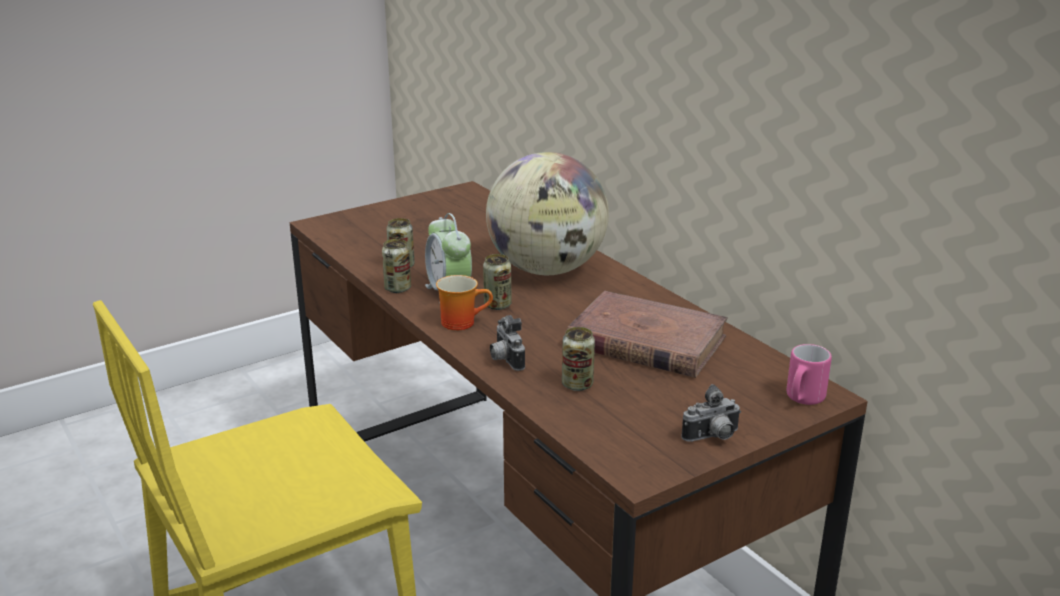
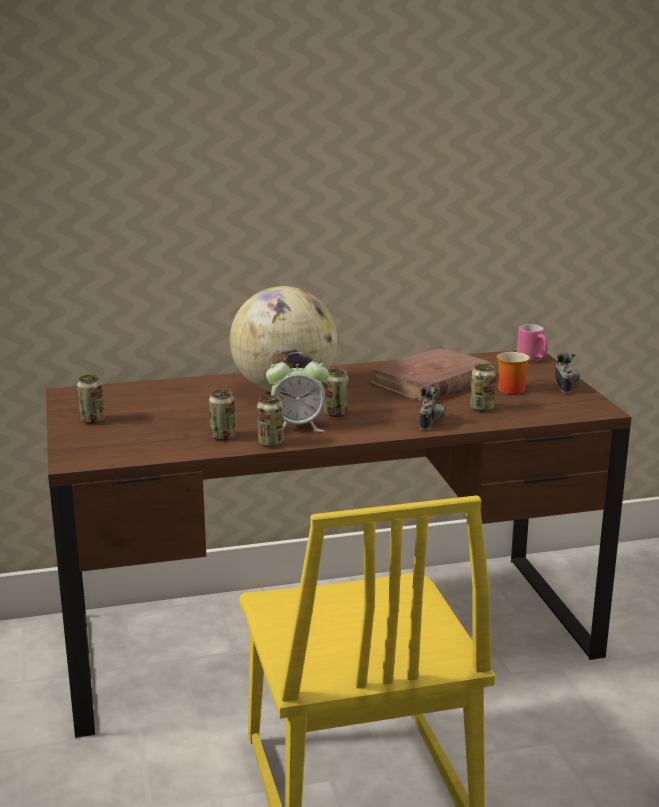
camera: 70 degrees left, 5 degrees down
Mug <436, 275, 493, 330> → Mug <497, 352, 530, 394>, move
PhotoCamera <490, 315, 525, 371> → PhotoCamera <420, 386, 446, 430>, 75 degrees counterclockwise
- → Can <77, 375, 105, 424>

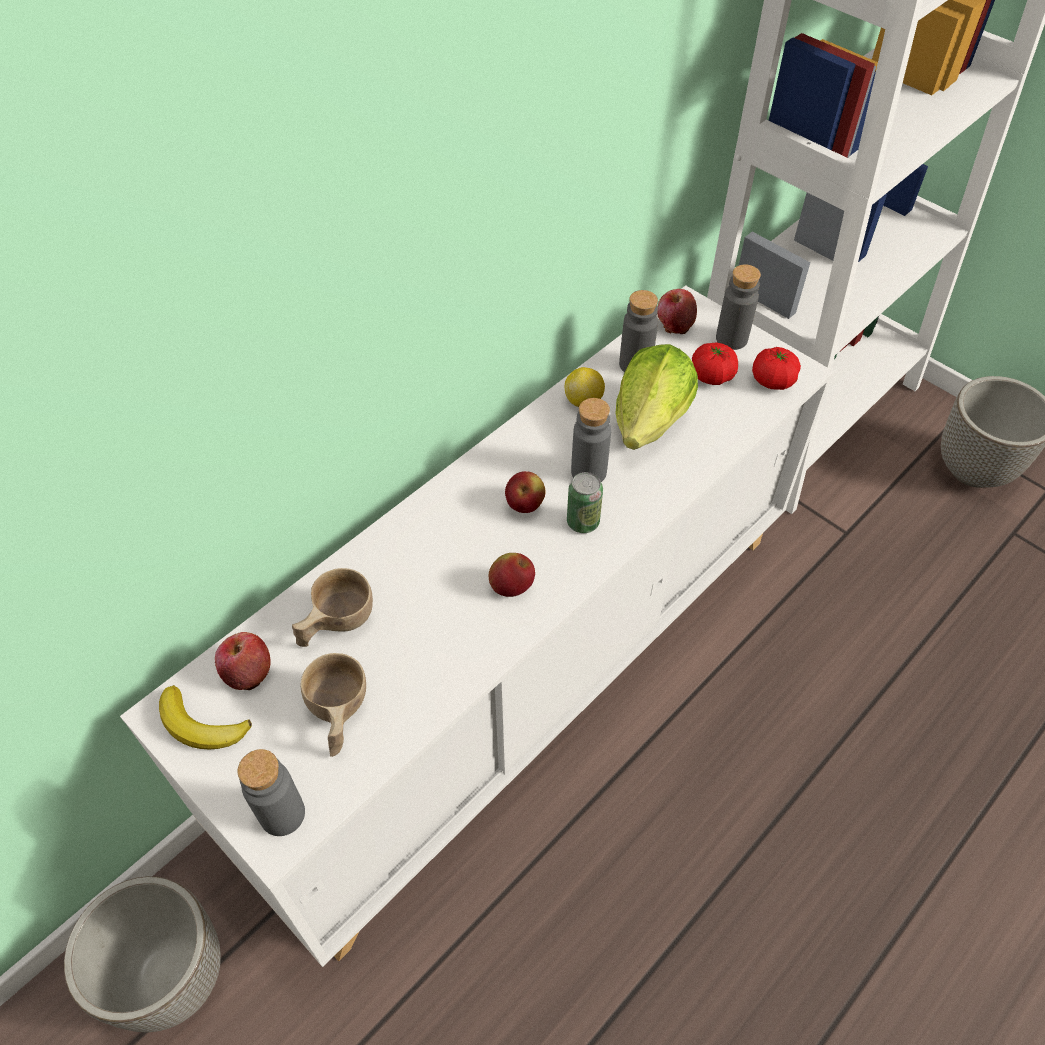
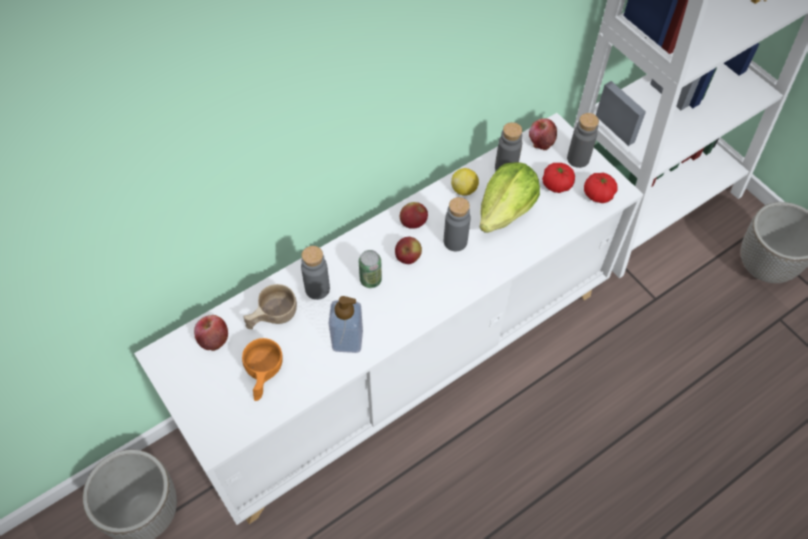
camera: 10 degrees right, 5 degrees up
Can <567, 472, 603, 533> → Can <358, 250, 382, 288>, move
Apple <489, 553, 535, 597> → Apple <400, 202, 428, 229>, move
BeigeCup <300, 653, 366, 757> → OrangeCup <242, 338, 283, 401>
Banana <159, 685, 252, 749> → -
GreyBottle <238, 749, 305, 836> → GreyBottle <301, 246, 330, 300>, move
- → SoapDispenser <329, 296, 363, 353>

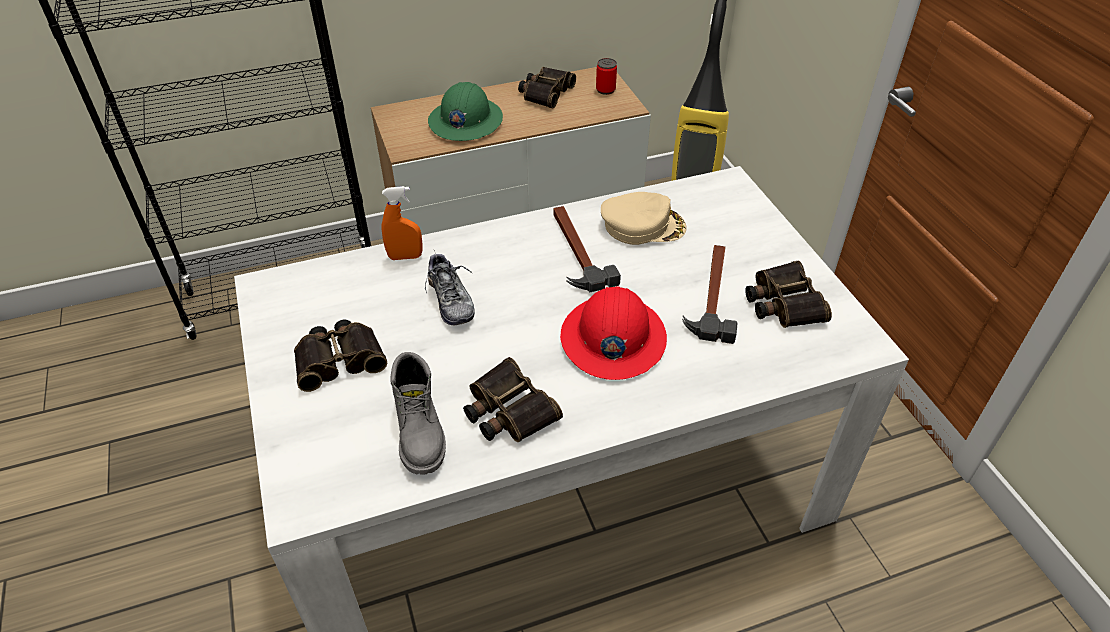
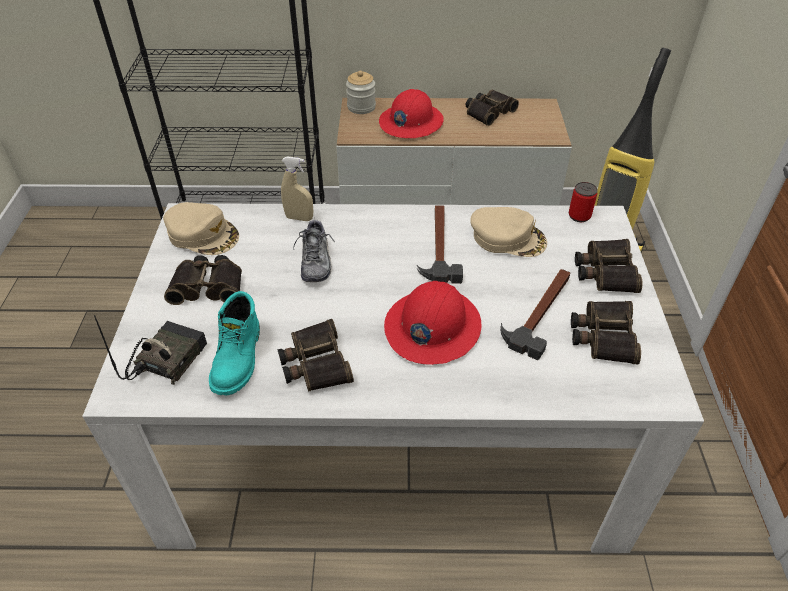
camera: 20 degrees right, 0 degrees up
Can <596, 58, 617, 95> → Can <569, 182, 598, 222>, move
GreenHardHat <428, 82, 503, 141> → RedHardHat <379, 89, 444, 138>
OrangeSprayBottle <382, 186, 423, 260> → BeigeSprayBottle <281, 156, 313, 221>
GreyBoot <390, 352, 446, 475> → TurquoiseBoot <209, 291, 260, 396>
- → Jar <346, 71, 376, 114>
- → BeigeCap <163, 202, 239, 255>
- → Binoculars <575, 239, 642, 293>
- → Radio <94, 315, 207, 385>

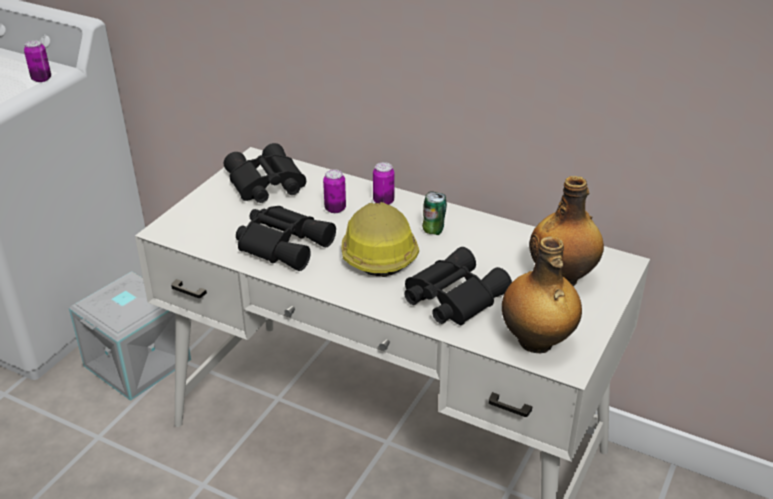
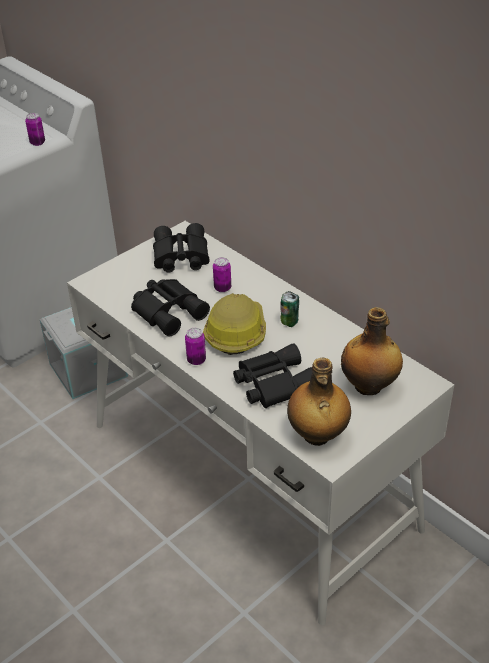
camera: 20 degrees right, 5 degrees up
Can <373, 162, 395, 205> → Can <185, 328, 206, 365>, move

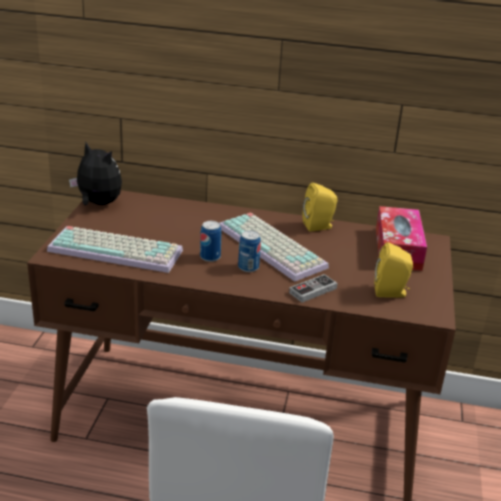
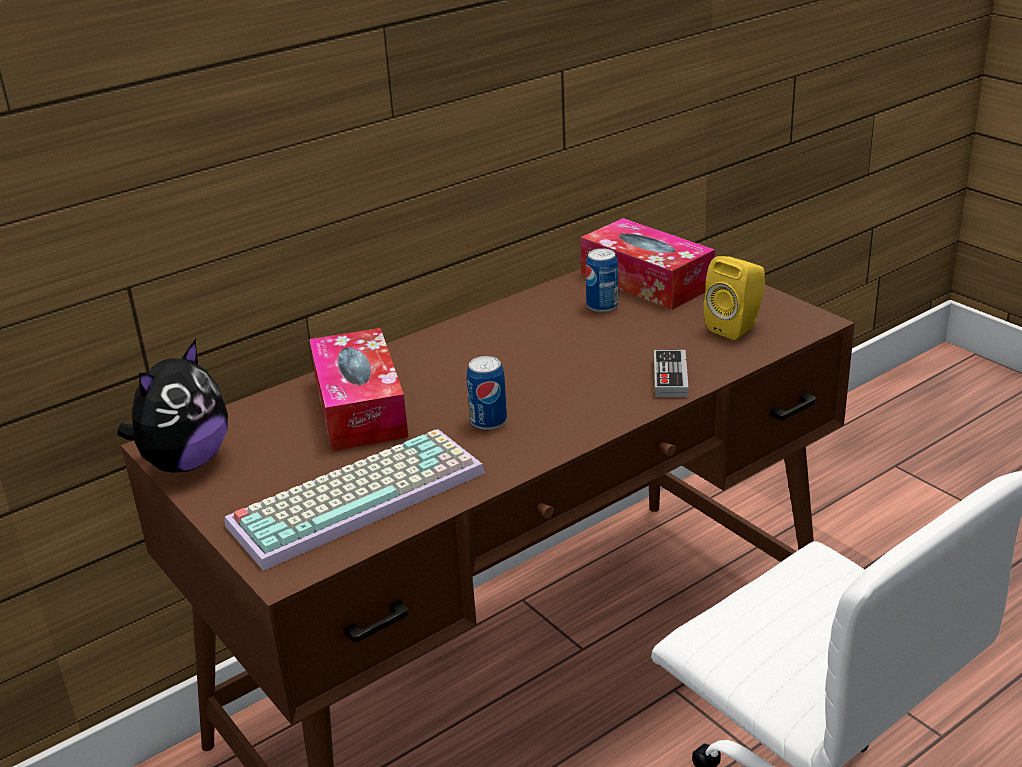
camera: 45 degrees left, 0 degrees up
PlushToy <69, 142, 122, 205> → PlushToy <117, 339, 228, 472>, 135 degrees clockwise
YellowSpeaker <303, 183, 338, 232> → -
Keyboard <219, 213, 329, 282> → -
Can <238, 230, 261, 272> → Can <586, 248, 618, 312>, move
- → TissueBox <309, 328, 409, 451>

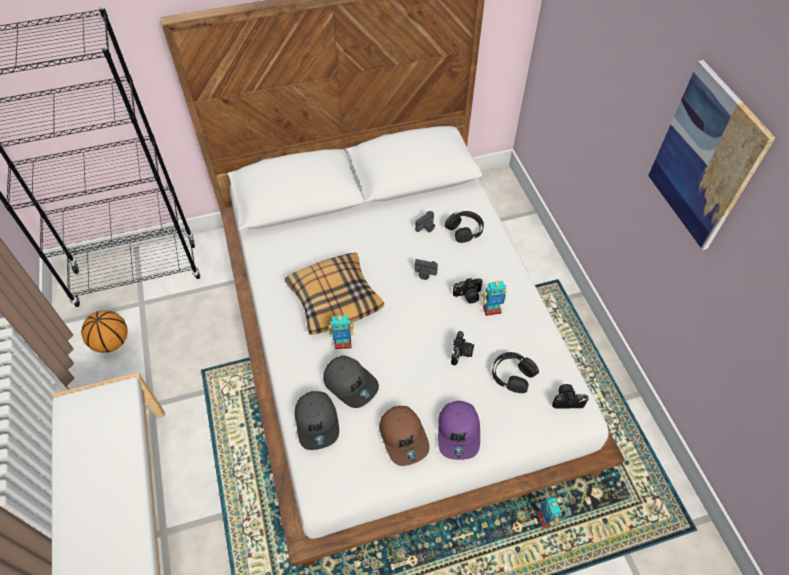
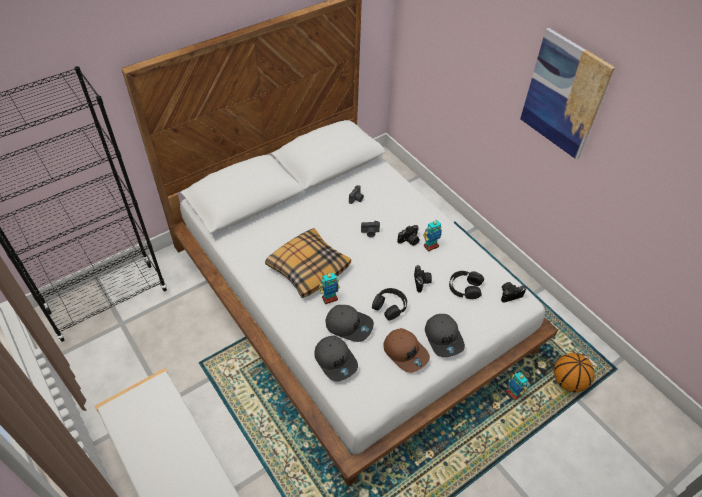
camera: 20 degrees left, 5 degrees down
BlackHeadphones <444, 211, 484, 243> → BlackHeadphones <372, 288, 407, 320>, move
Basketball <81, 310, 128, 353> → Basketball <554, 353, 595, 392>, move
PurpleCap <438, 401, 480, 460> → GreyCap <425, 314, 465, 357>

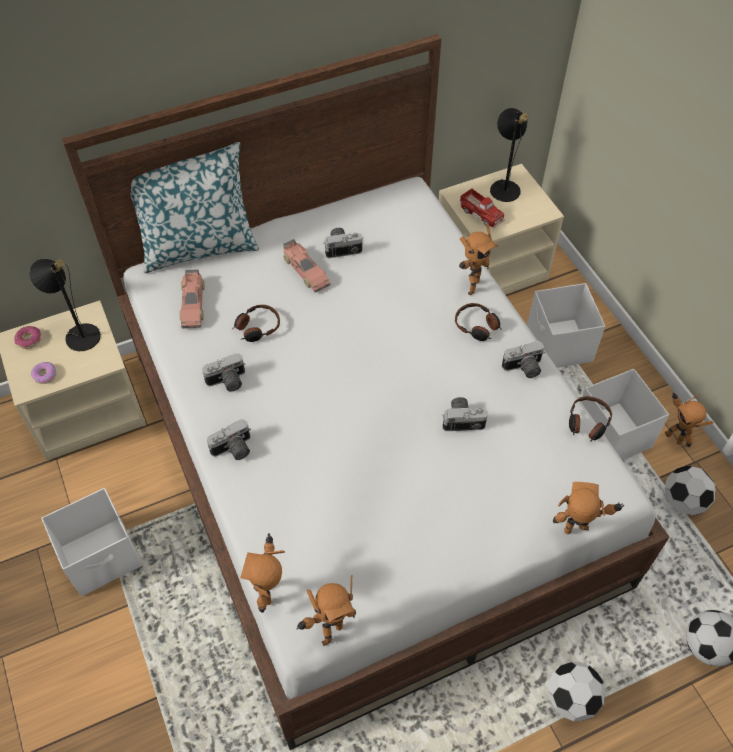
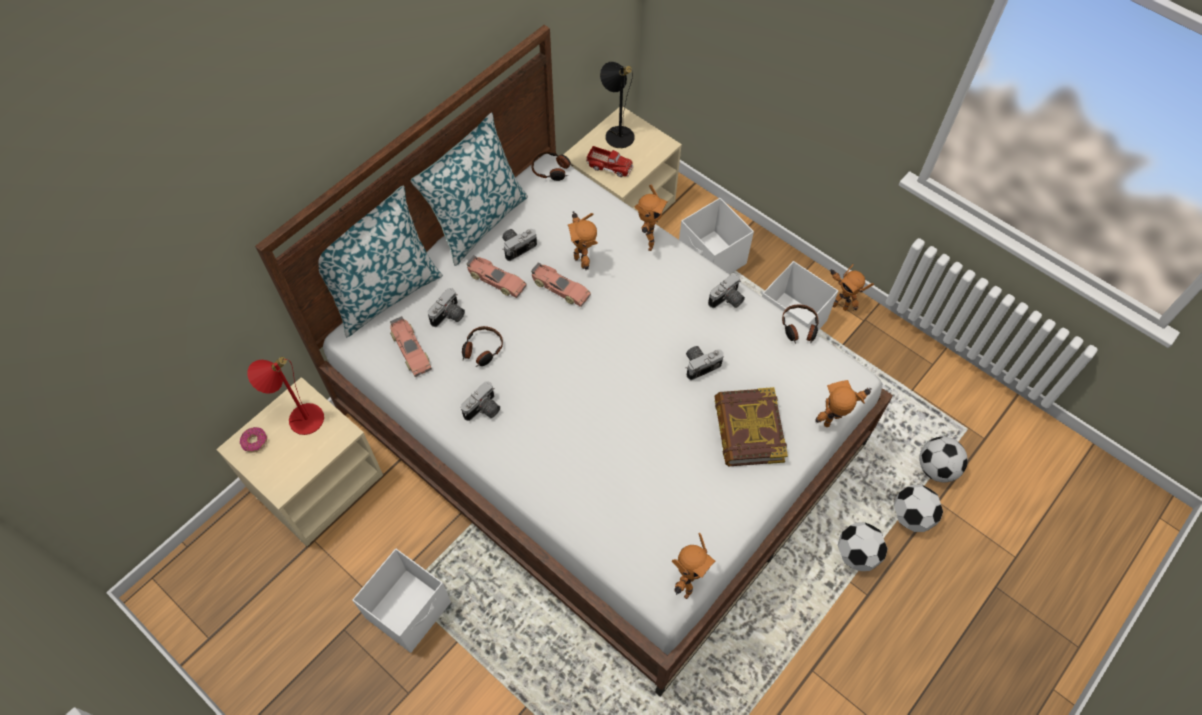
camera: 25 degrees left, 5 degrees up
BlackTableLamp <29, 259, 101, 351> → RedTableLamp <247, 357, 324, 435>
Headphones <455, 303, 502, 341> → Headphones <531, 151, 573, 181>, move
Donut <31, 362, 57, 384> → -
PhotoCamera <207, 419, 251, 460> → PhotoCamera <428, 288, 465, 327>, move
Football <665, 466, 715, 515> → Football <894, 485, 943, 532>, move
ToyRobot <240, 533, 285, 613> → ToyRobot <568, 211, 598, 270>, move
- → Pillow <411, 113, 528, 266>
- → ToyCar <531, 262, 591, 307>
- → Book <715, 387, 788, 467>

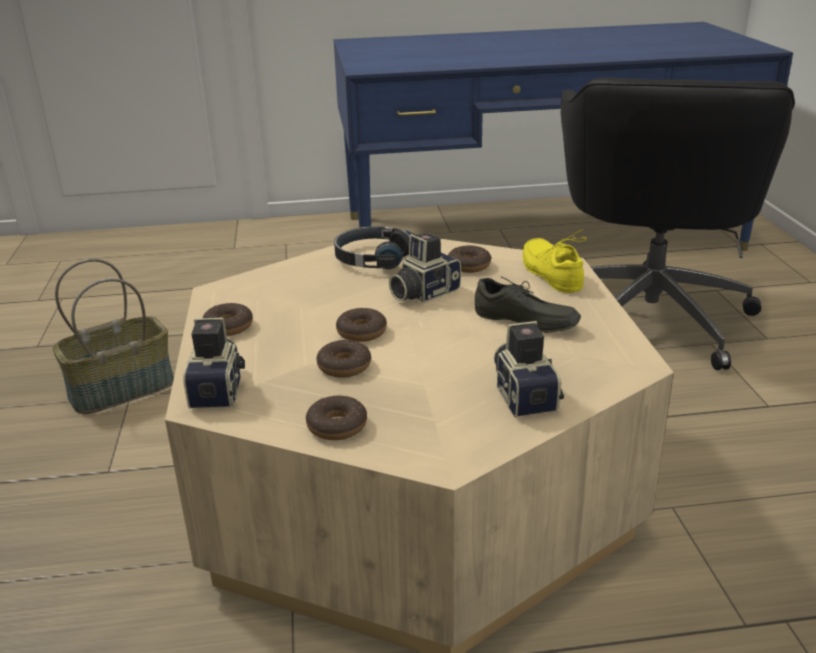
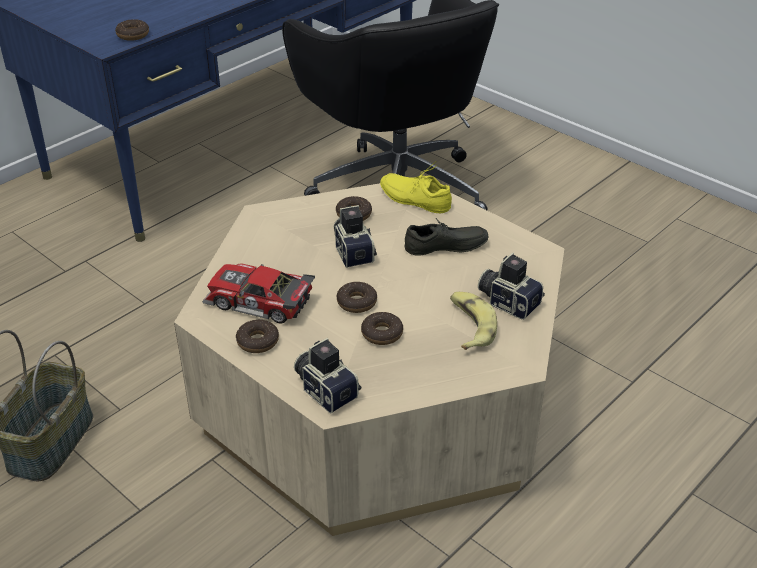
camera: 40 degrees left, 10 degrees up
BlackHeadphones <334, 226, 416, 269> → -
PhotoCamera <389, 233, 461, 303> → PhotoCamera <334, 205, 377, 268>, 150 degrees clockwise
Donut <306, 396, 367, 440> → Donut <115, 19, 149, 41>, move
- → ToyCar <202, 263, 315, 324>
- → Banana <450, 292, 497, 350>

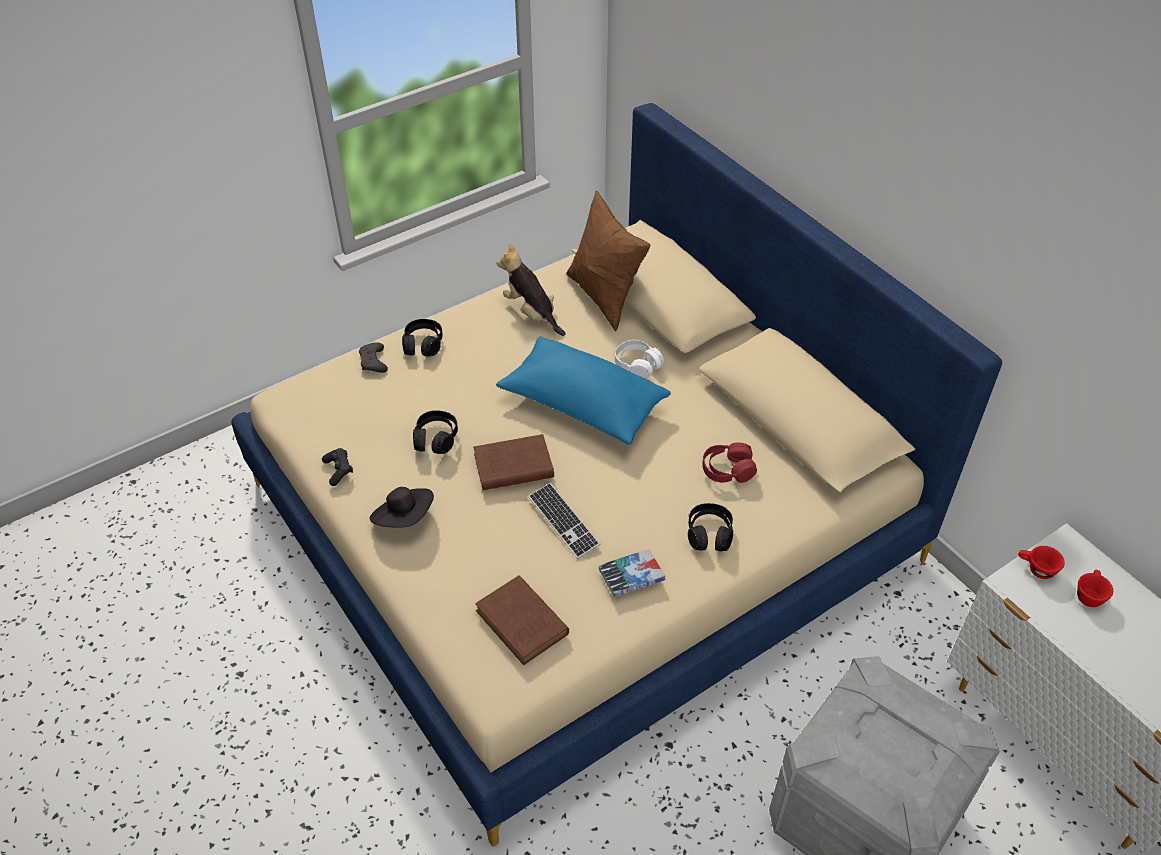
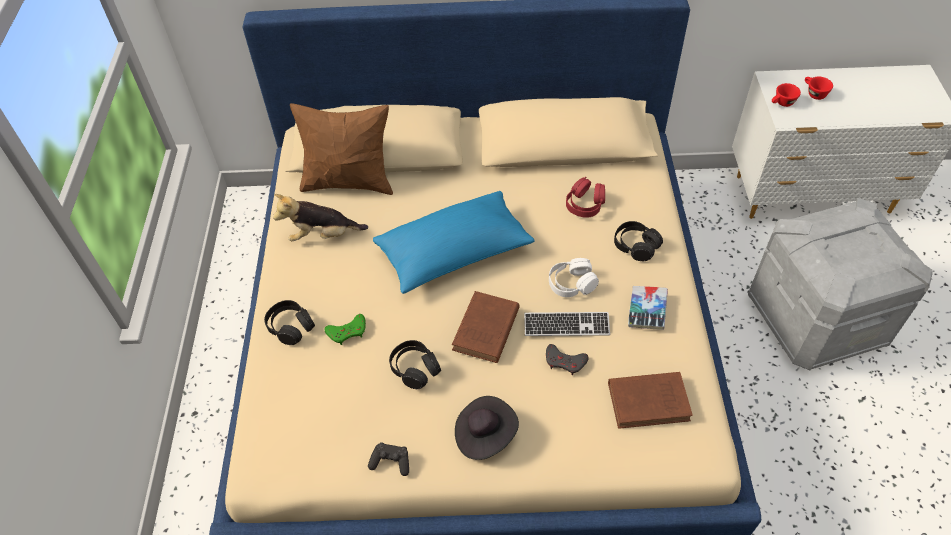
camera: 55 degrees left, 5 degrees up
WhiteHeadphones <615, 340, 664, 379> → WhiteHeadphones <549, 258, 599, 297>, move
GreyGameController <359, 342, 388, 373> → GreyGameController <546, 344, 589, 375>, move
- → GreenGameController <325, 314, 366, 345>

